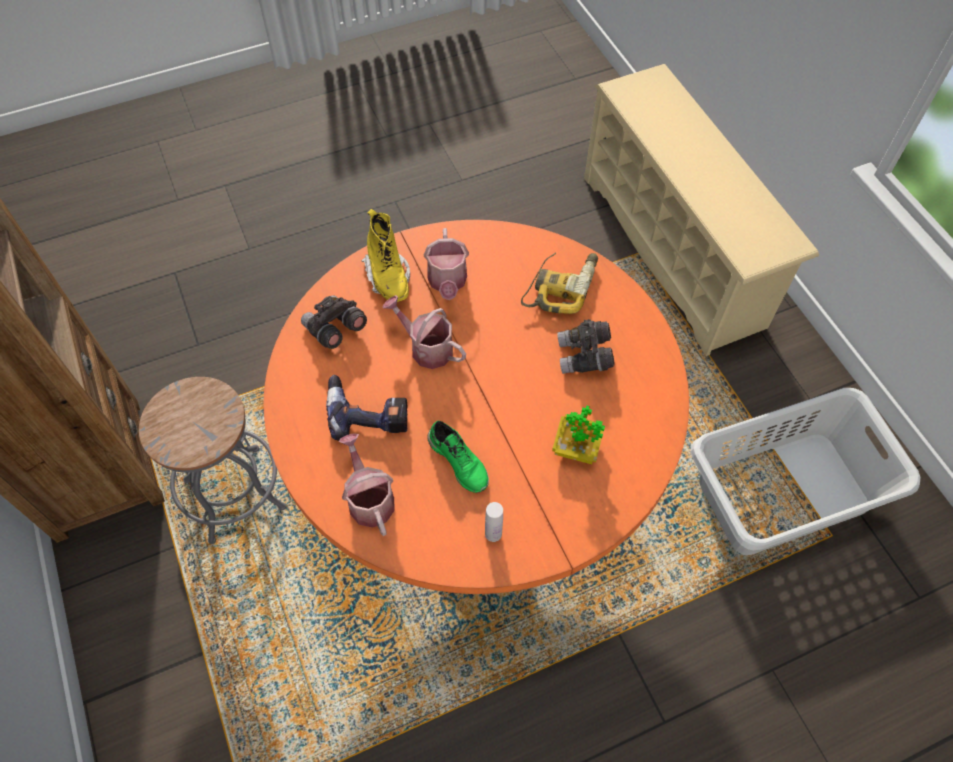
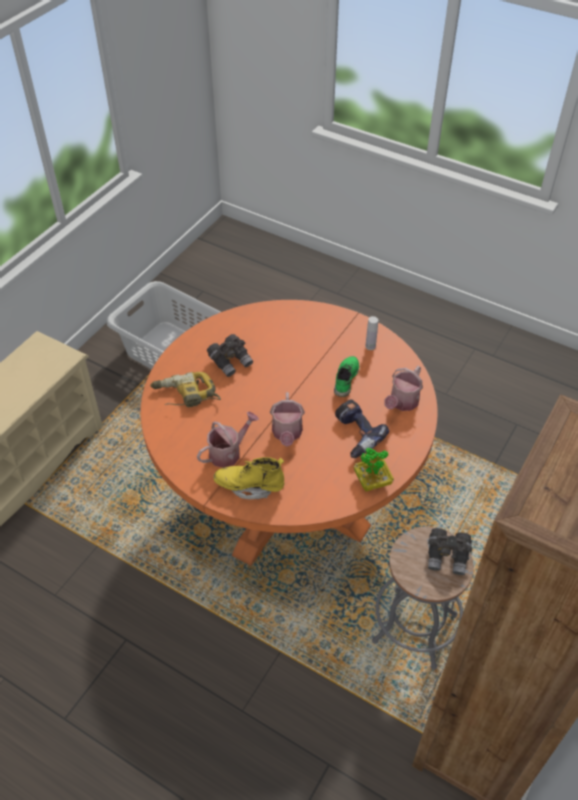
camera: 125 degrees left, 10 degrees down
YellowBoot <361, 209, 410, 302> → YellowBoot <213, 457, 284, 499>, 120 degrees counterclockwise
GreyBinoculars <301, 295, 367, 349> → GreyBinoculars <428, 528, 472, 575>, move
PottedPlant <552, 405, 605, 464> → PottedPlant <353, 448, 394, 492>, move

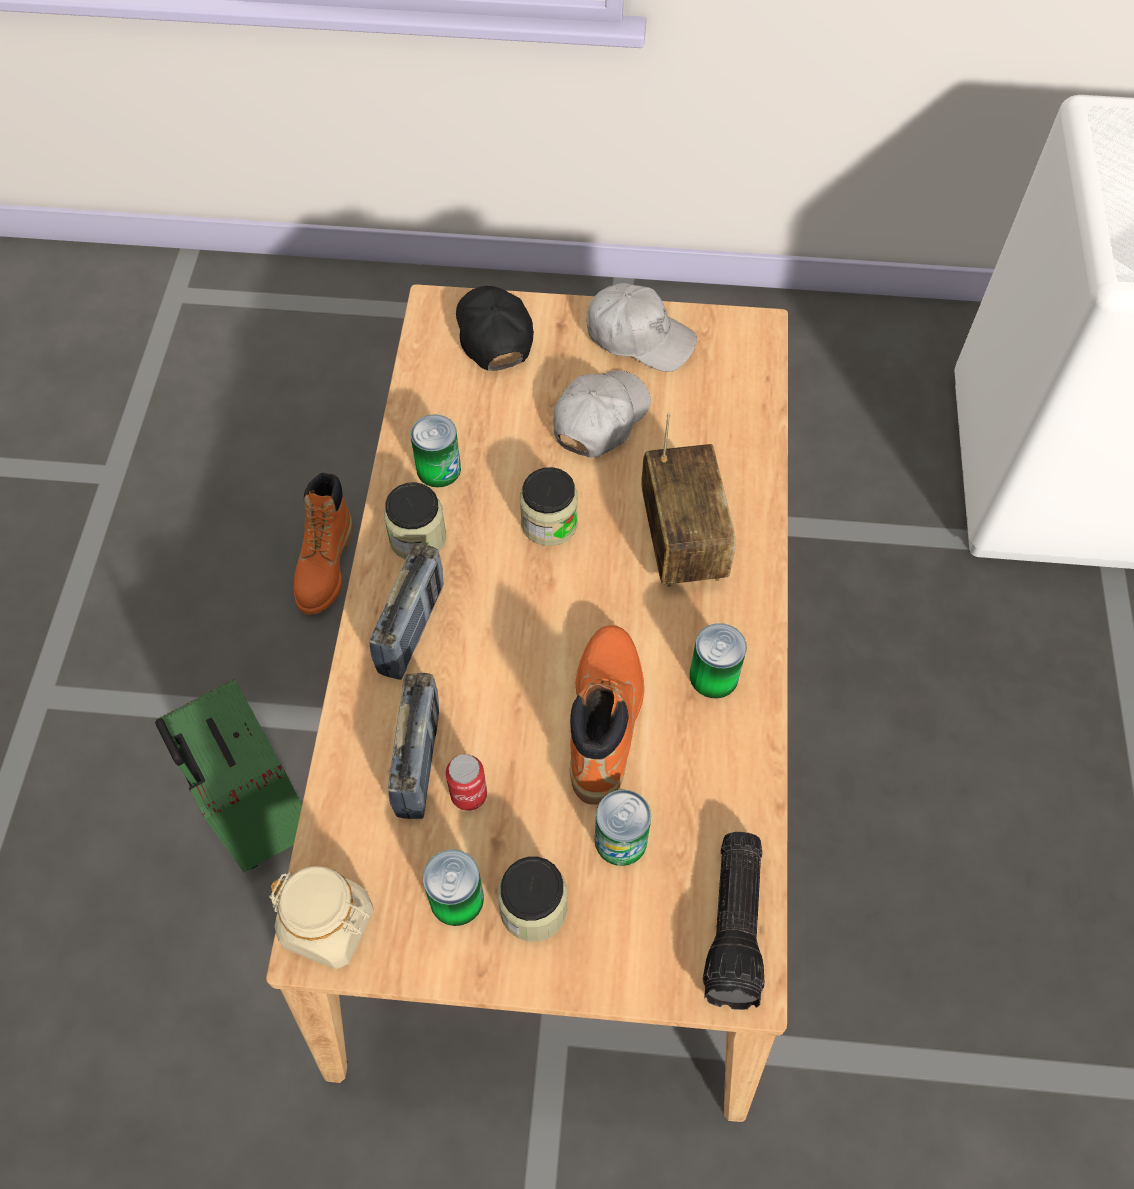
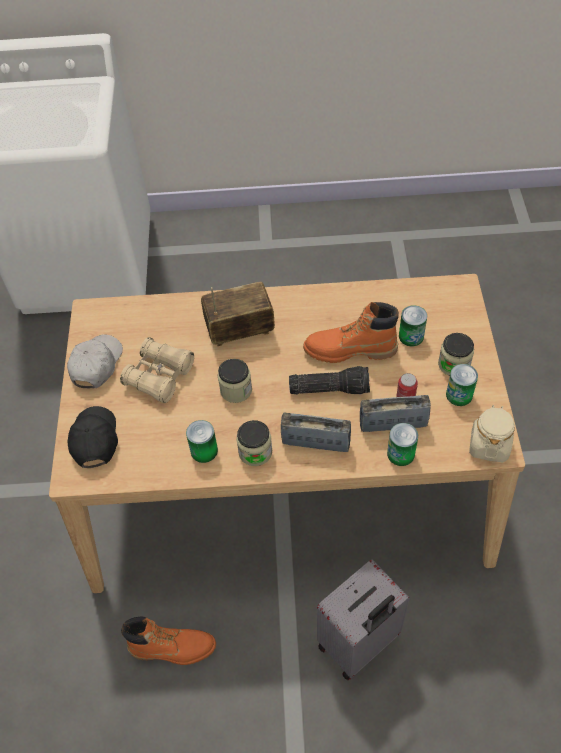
camera: 95 degrees left, 5 degrees down
BlackCap <456, 286, 534, 371> → BlackCap <67, 406, 118, 468>, 105 degrees clockwise
WhiteCap <554, 371, 651, 458> → BeigeBinoculars <120, 337, 194, 403>
Can <690, 623, 747, 699> → Can <387, 423, 418, 466>, move
GreenSuitcase <155, 679, 302, 873> → GreySuitcase <317, 559, 410, 680>
Flashlight <703, 832, 765, 1010> → Flashlight <289, 366, 370, 394>, move

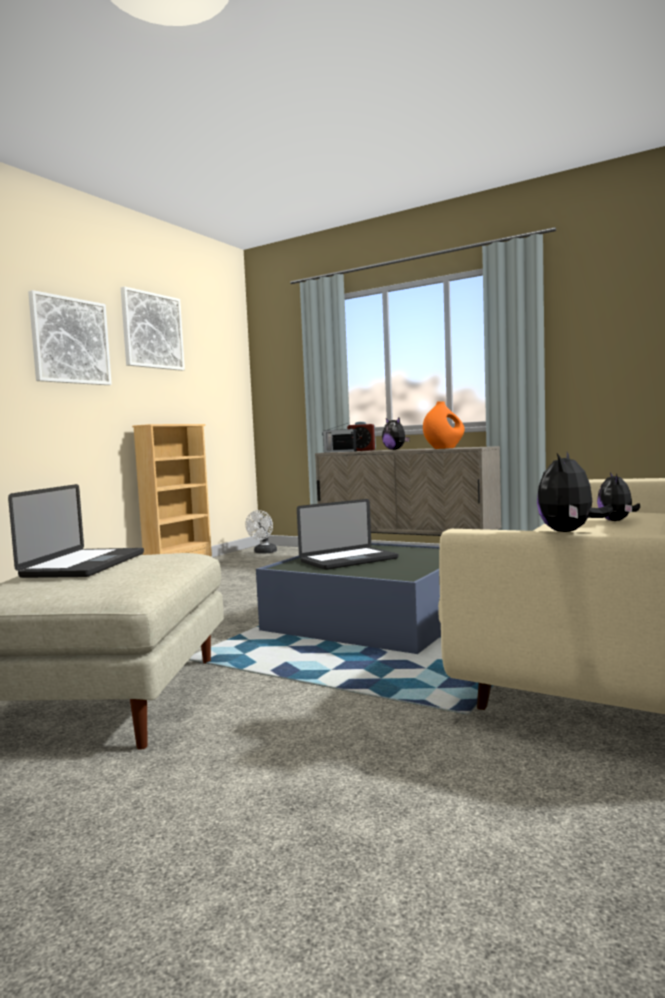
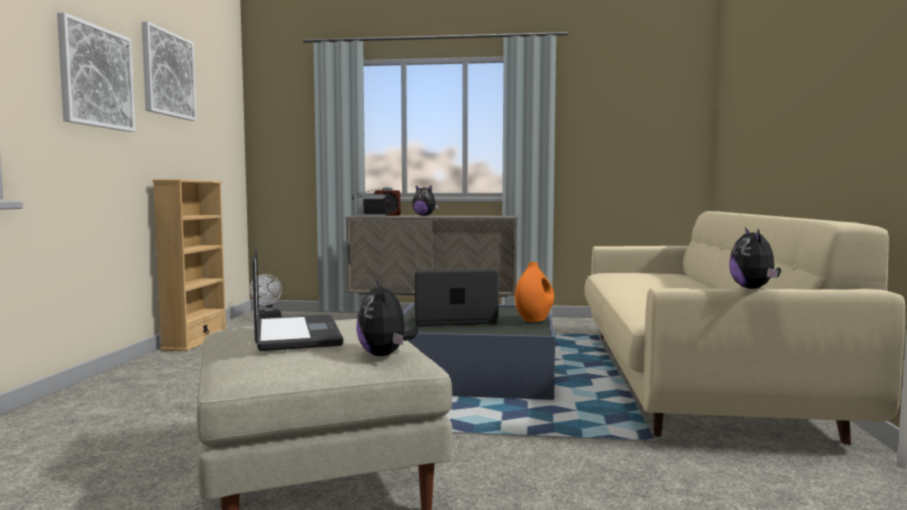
camera: 25 degrees left, 0 degrees up
OrangeVase <423, 401, 464, 449> → OrangeVase <515, 262, 554, 322>, move
PlushToy <597, 472, 640, 521> → PlushToy <356, 279, 418, 356>, move
Laptop <297, 499, 399, 570> → Laptop <411, 269, 499, 326>, 135 degrees counterclockwise

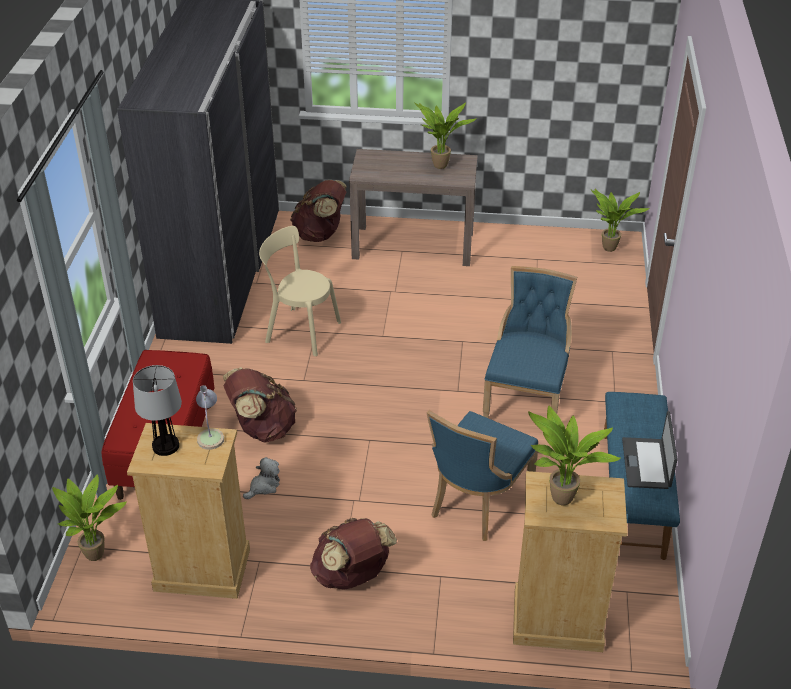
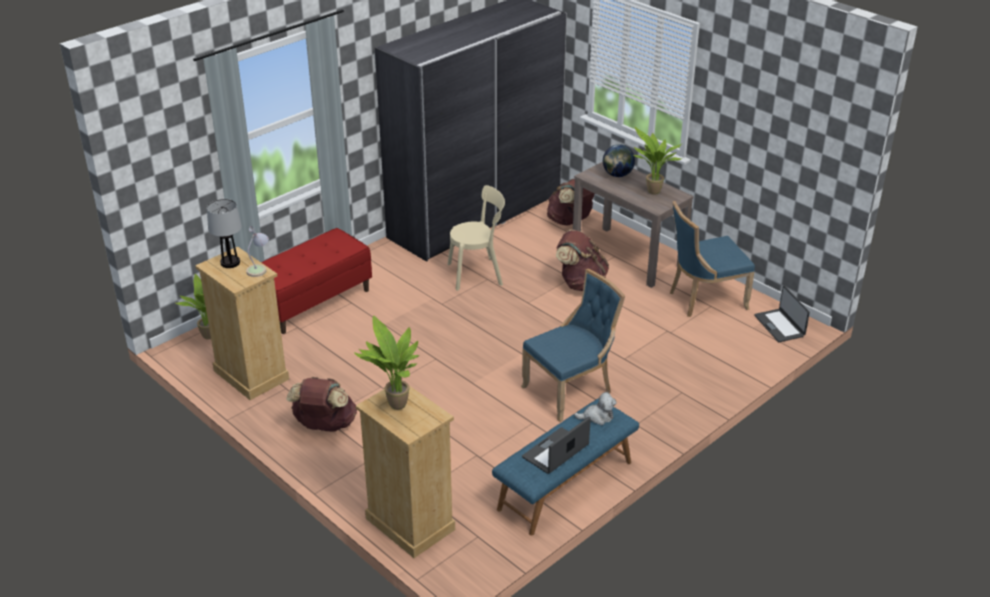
camera: 40 degrees right, 5 degrees down
PottedPlant <591, 189, 649, 252> → Laptop <754, 286, 810, 342>
BeigeChair <259, 226, 341, 356> → BeigeChair <447, 185, 505, 291>, 105 degrees clockwise
BrownBackpack <223, 367, 297, 442> → BrownBackpack <556, 230, 609, 291>, move
BlueChair <427, 410, 538, 541> → BlueChair <670, 201, 755, 317>, move
PlushToy <243, 457, 280, 499> → PlushToy <574, 392, 617, 425>, move
- → Globe <603, 144, 635, 177>

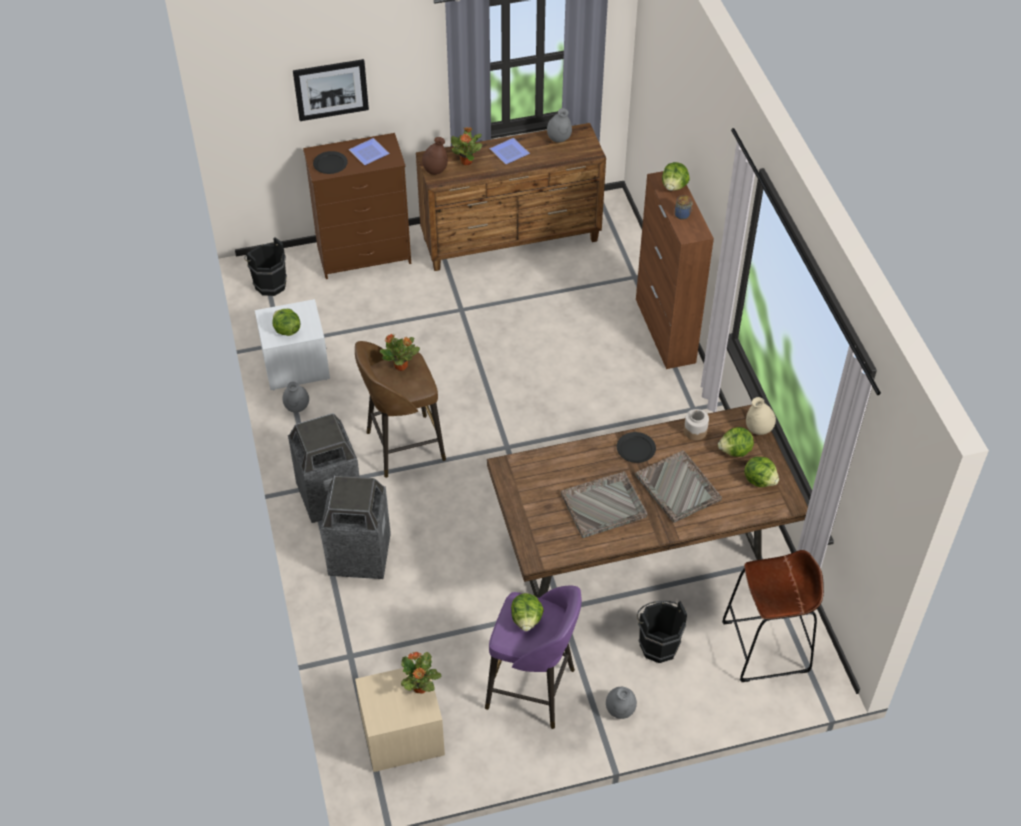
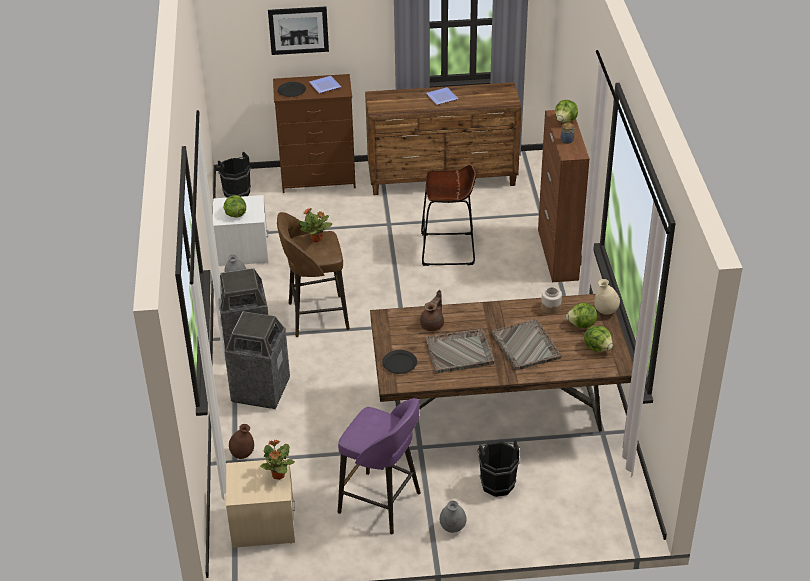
camera: 10 degrees right, 10 degrees down
GreyVase <547, 108, 572, 143> → -
PottedPlant <451, 127, 482, 165> → -
BrownVase <422, 137, 448, 175> → BrownVase <229, 424, 254, 459>, move
BlackPlate <617, 432, 656, 463> → BlackPlate <382, 350, 417, 374>, move
BrownStool <722, 550, 824, 682> → BrownStool <421, 165, 476, 266>, move
Lettuce <511, 593, 544, 631> → -
- → BrownTeapot <420, 290, 444, 331>

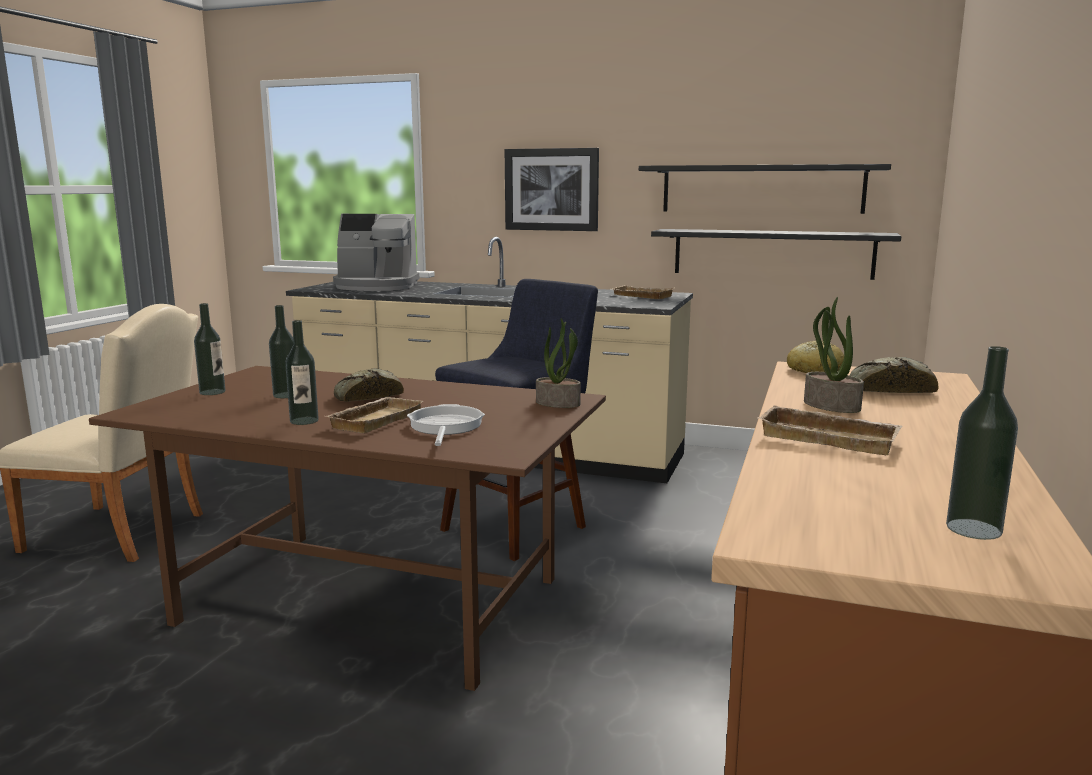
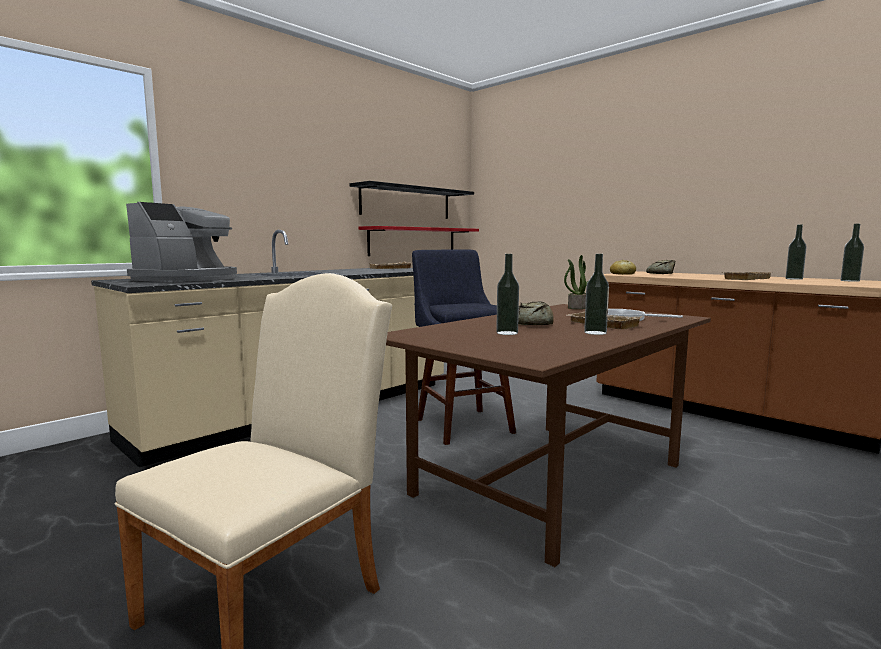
camera: 65 degrees left, 5 degrees down
Picture <505, 148, 599, 231> → -
BlackShelf <651, 229, 901, 280> → RedShelf <358, 226, 479, 256>
PottedPlant <804, 297, 864, 413> → -
Bottle <194, 303, 225, 395> → Bottle <786, 225, 807, 280>, move

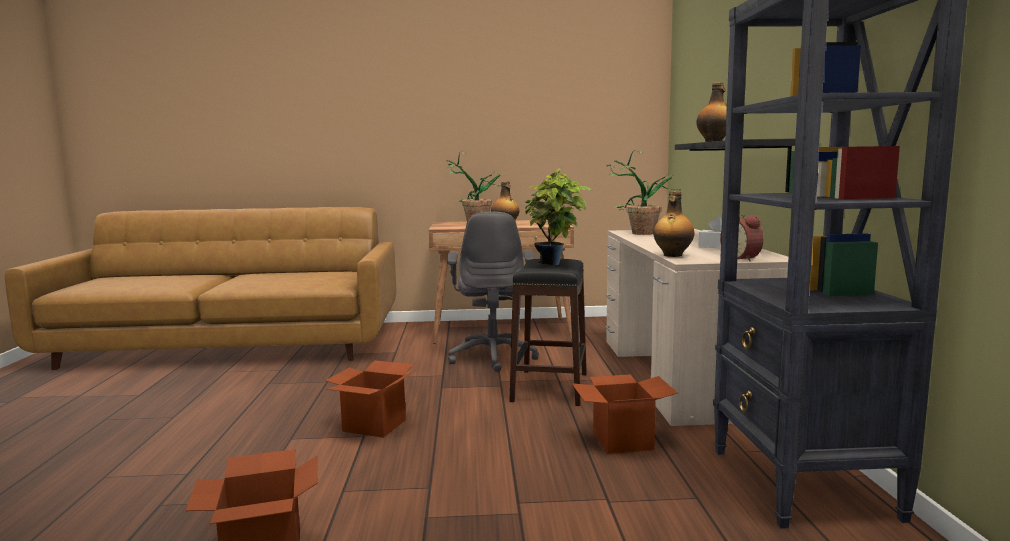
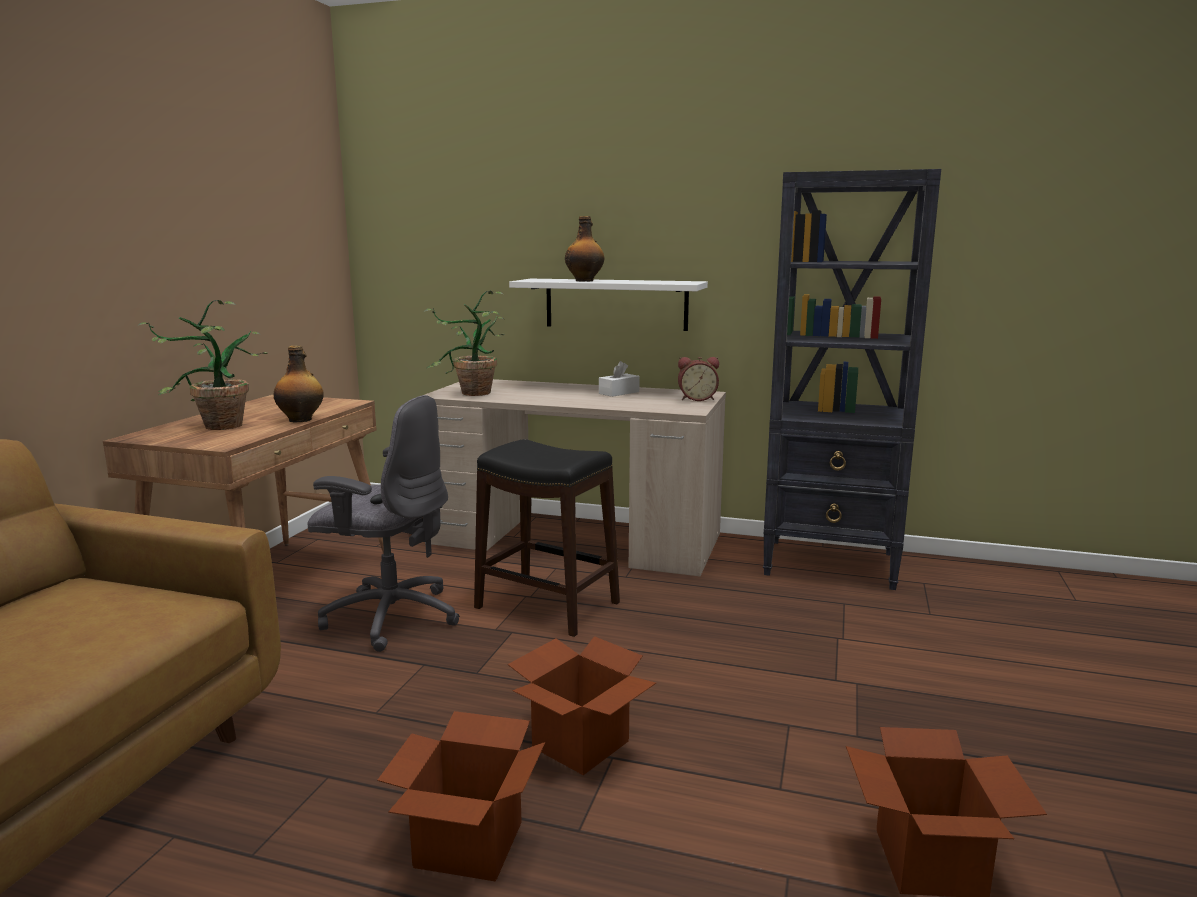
camera: 70 degrees left, 5 degrees up
BlackShelf <675, 138, 795, 192> → WhiteShelf <509, 279, 708, 331>
PottedPlant <524, 167, 592, 265> → -
Bottle <653, 191, 695, 257> → -
CardboardBox <572, 374, 678, 454> → CardboardBox <377, 711, 545, 882>, move

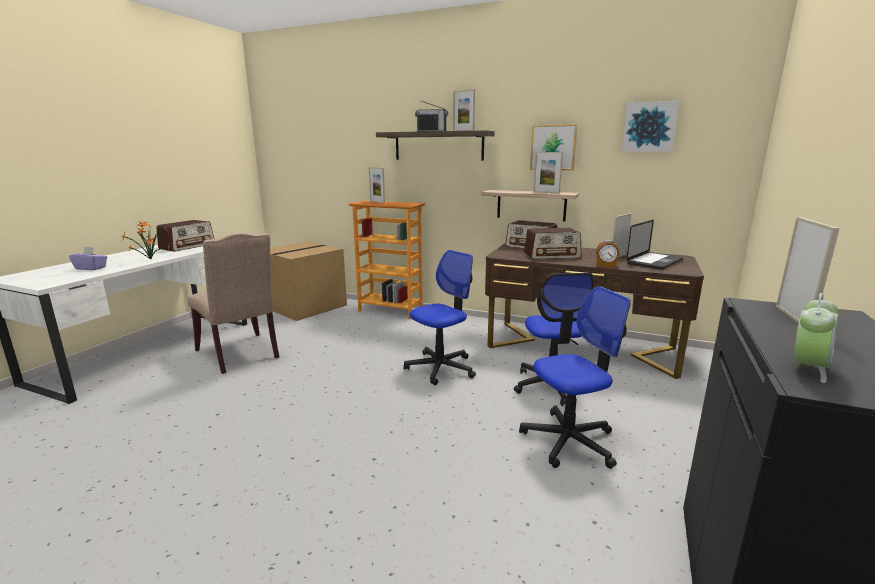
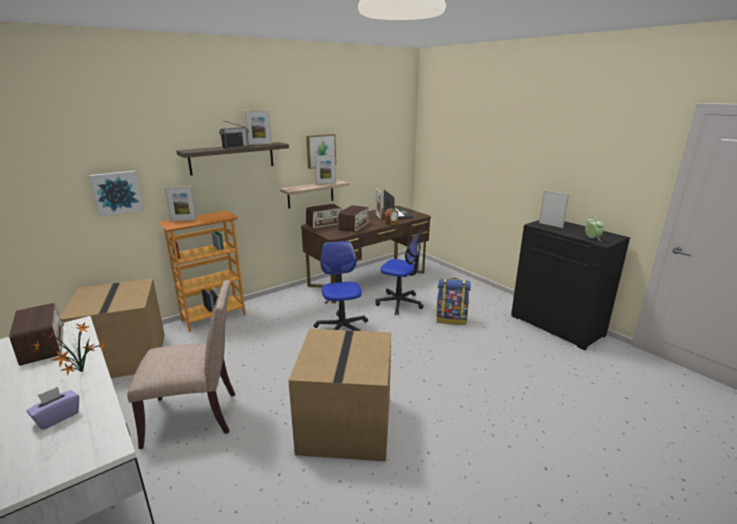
camera: 60 degrees left, 5 degrees up
Picture <622, 101, 679, 152> → Picture <89, 171, 144, 217>, move
OfficeChair <519, 286, 631, 469> → Backpack <436, 278, 471, 325>
- → CardboardBox <288, 329, 391, 461>

